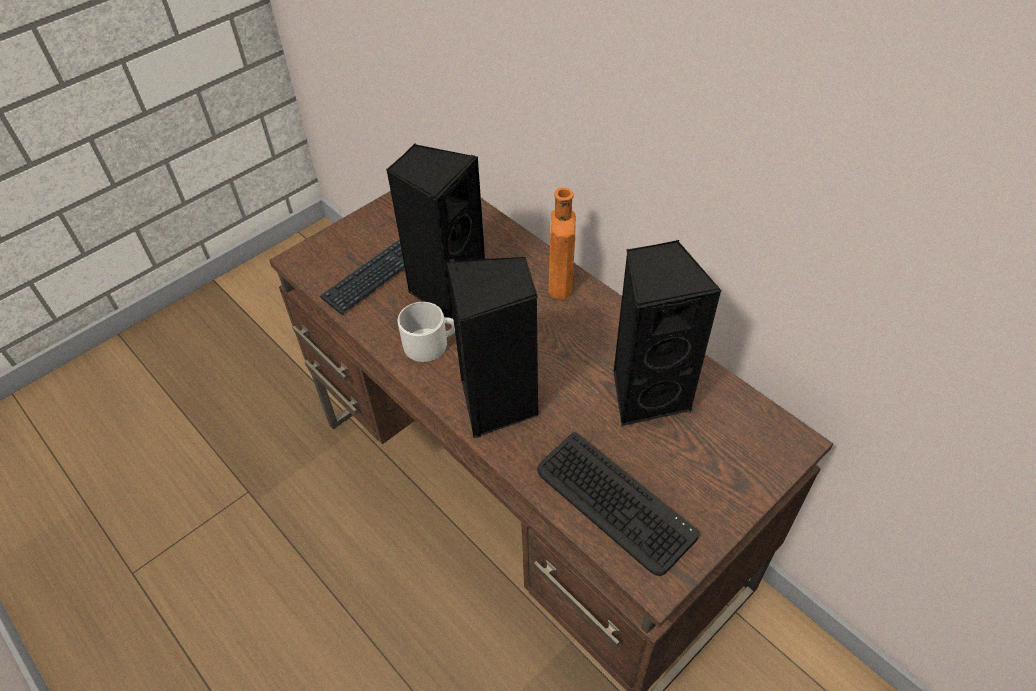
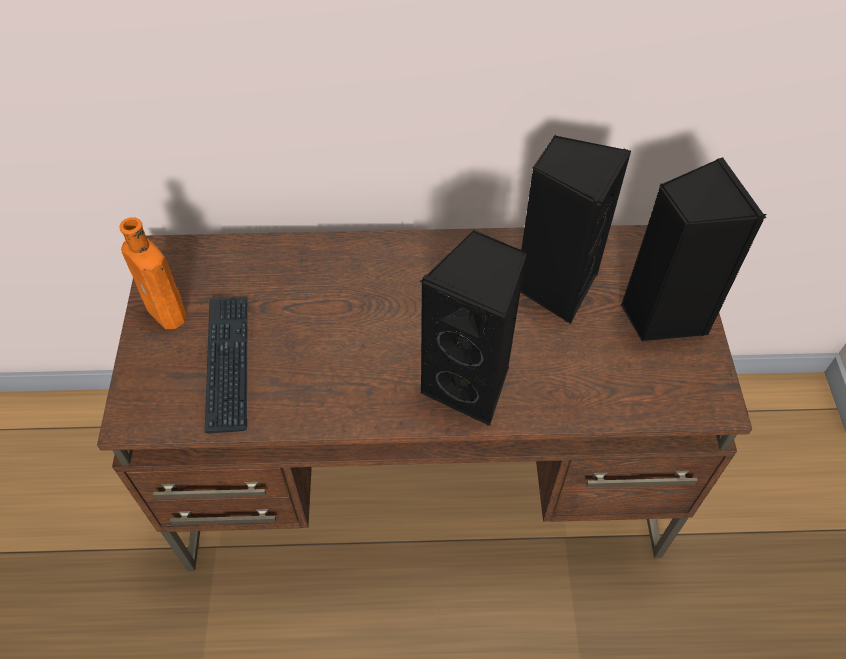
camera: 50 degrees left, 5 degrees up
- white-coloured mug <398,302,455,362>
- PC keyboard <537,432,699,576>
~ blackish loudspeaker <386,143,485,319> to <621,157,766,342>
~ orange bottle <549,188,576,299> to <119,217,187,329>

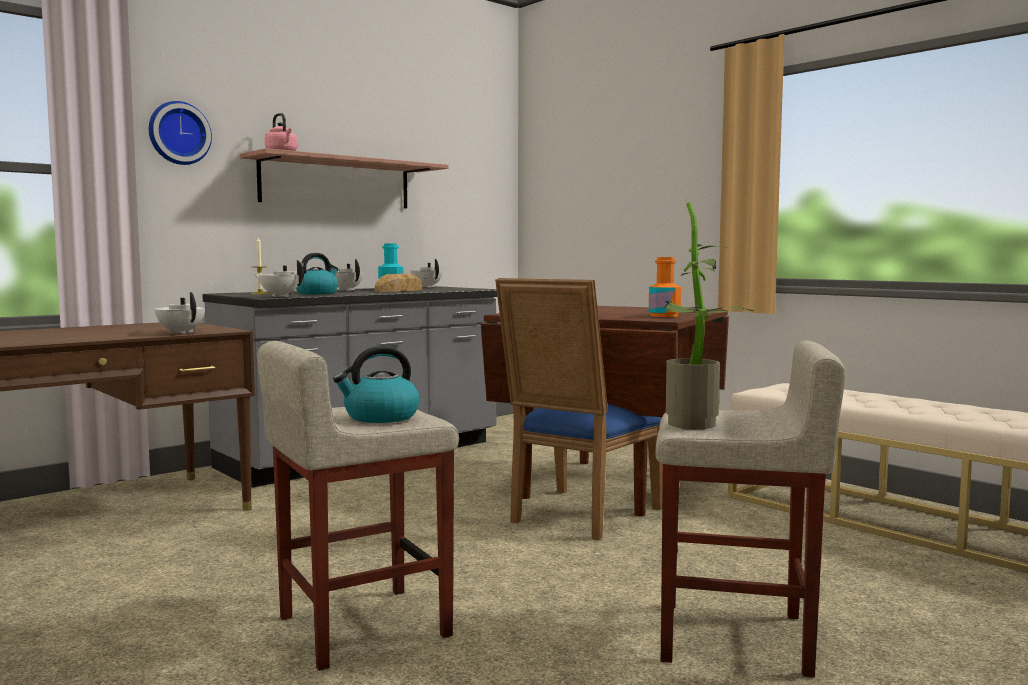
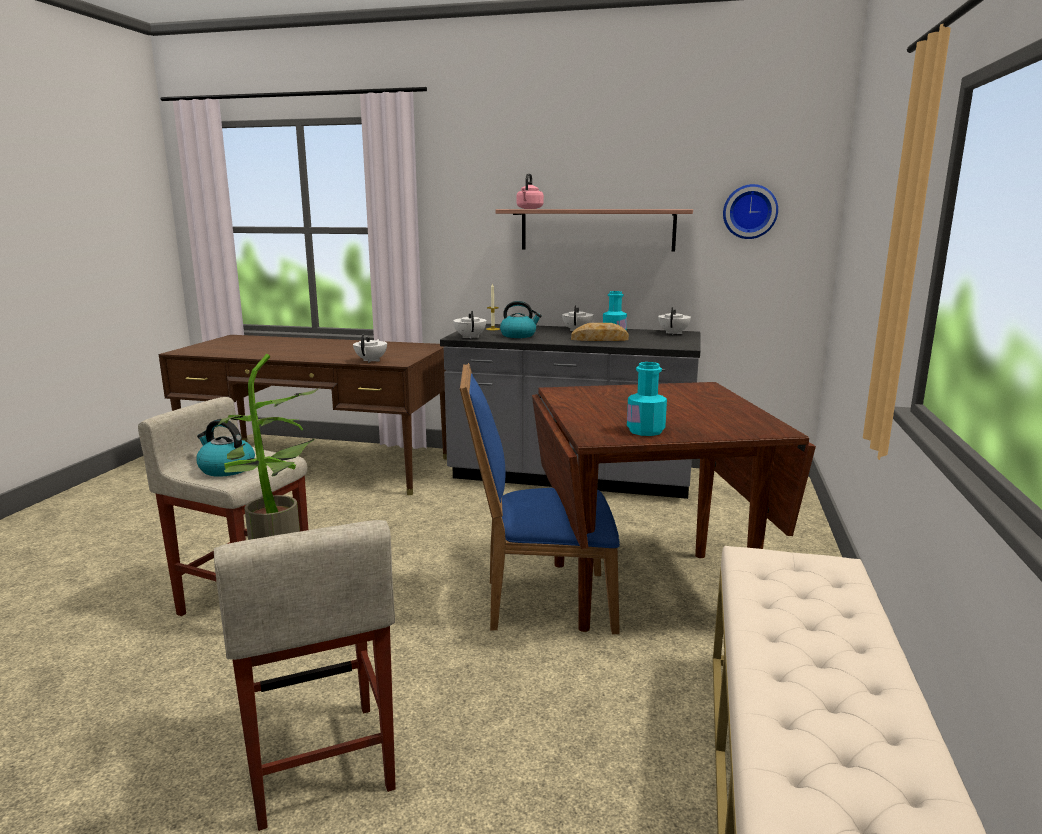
camera: 55 degrees right, 10 degrees up
~ clock on the wall <149,101,212,165> to <723,184,778,239>
~ orange bottle <649,257,681,317> to turquoise-coloured bottle <627,362,667,436>

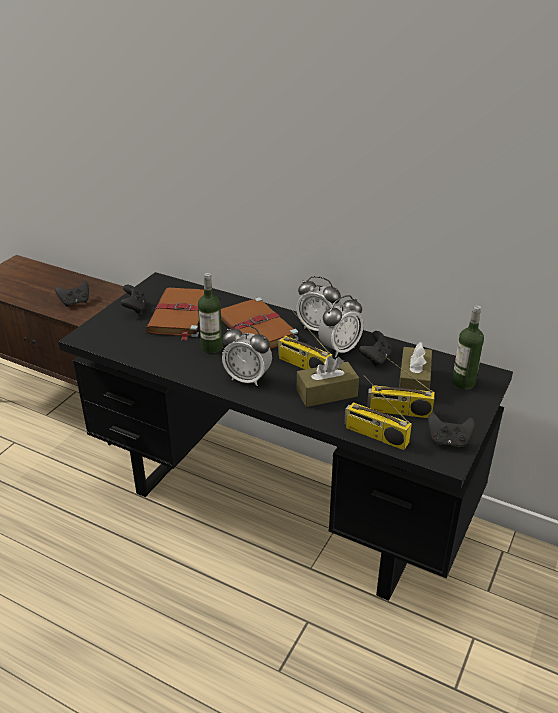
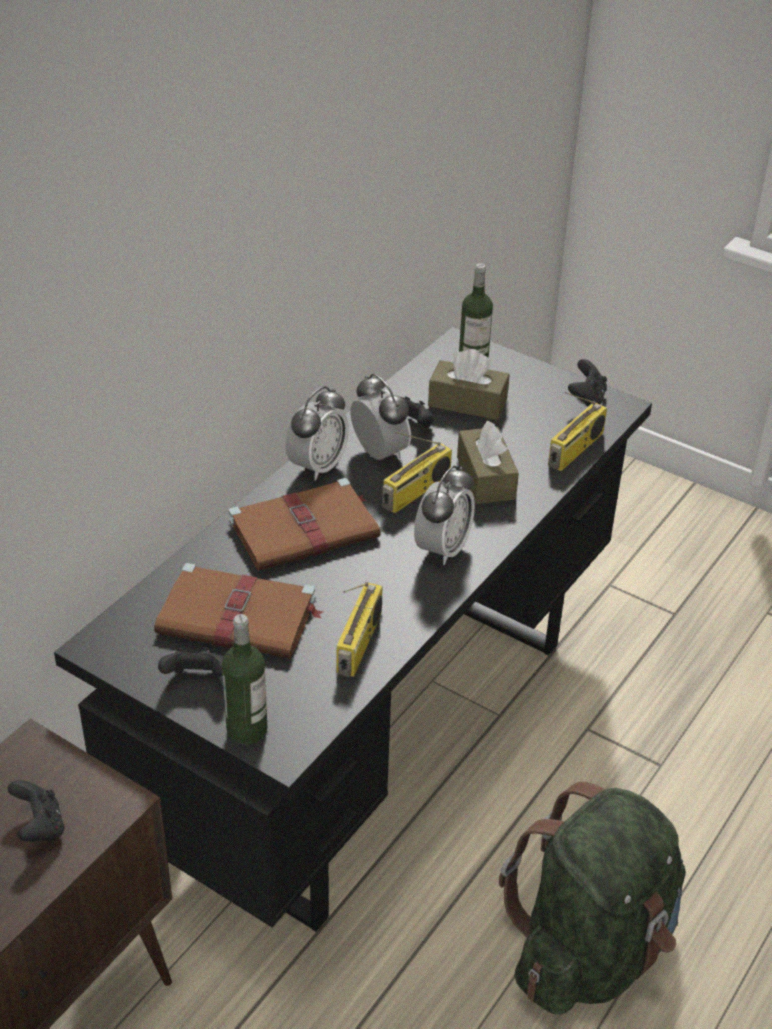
camera: 85 degrees left, 5 degrees up
+ green rucksack <499,782,686,1014>
~ bottle <198,273,223,353> to <222,614,267,744>
~ radio <367,356,435,418> to <336,582,383,677>

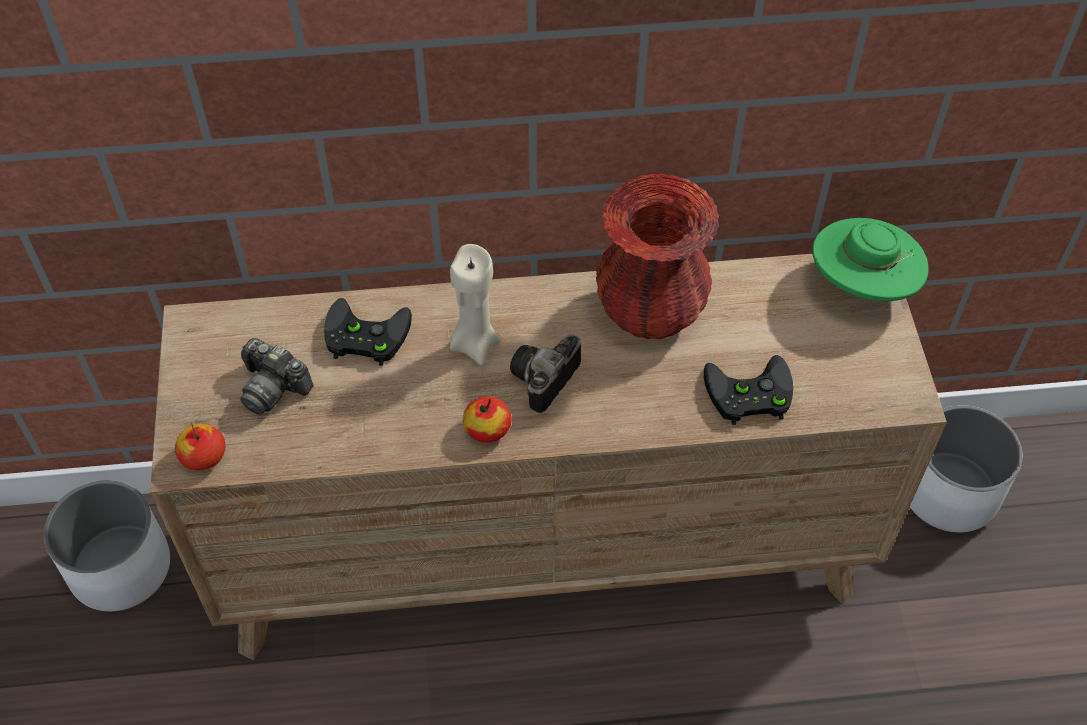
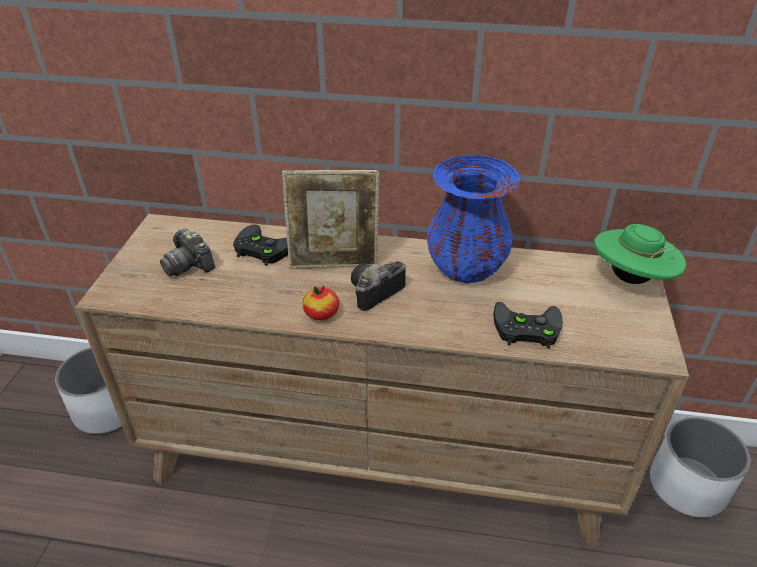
camera: 15 degrees right, 15 degrees down
- apple <175,423,226,470>
~ sand-coloured wax light <450,244,500,366> to picture frame <282,170,380,269>
~ red-coloured flower vase <596,174,719,339> to blue-coloured flower vase <426,155,521,284>

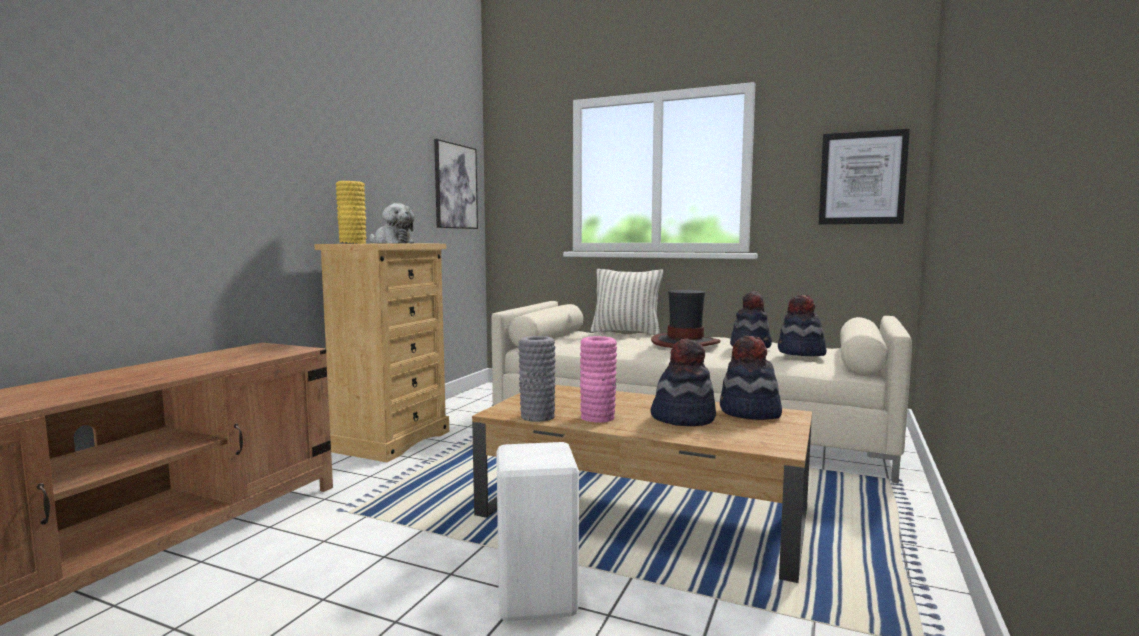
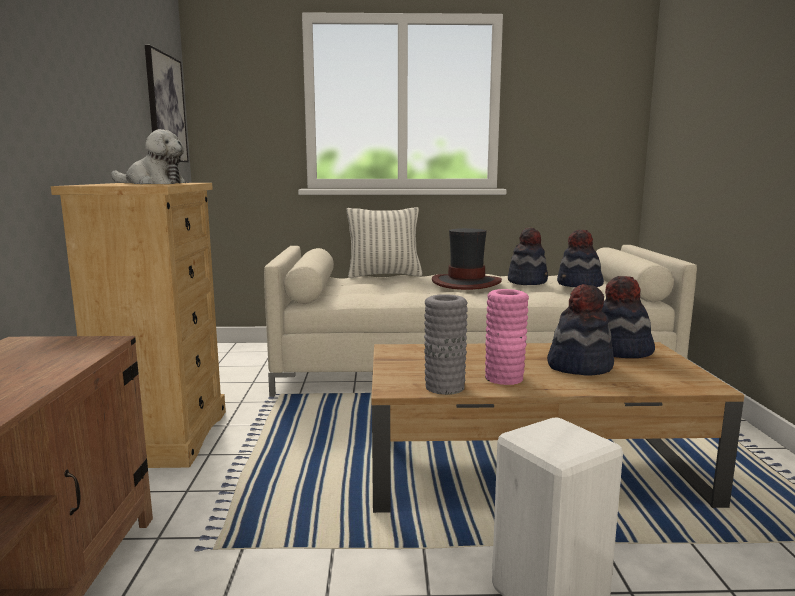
camera: 25 degrees left, 5 degrees up
- yellowish flower vase <336,181,366,244>
- picture <819,128,910,224>

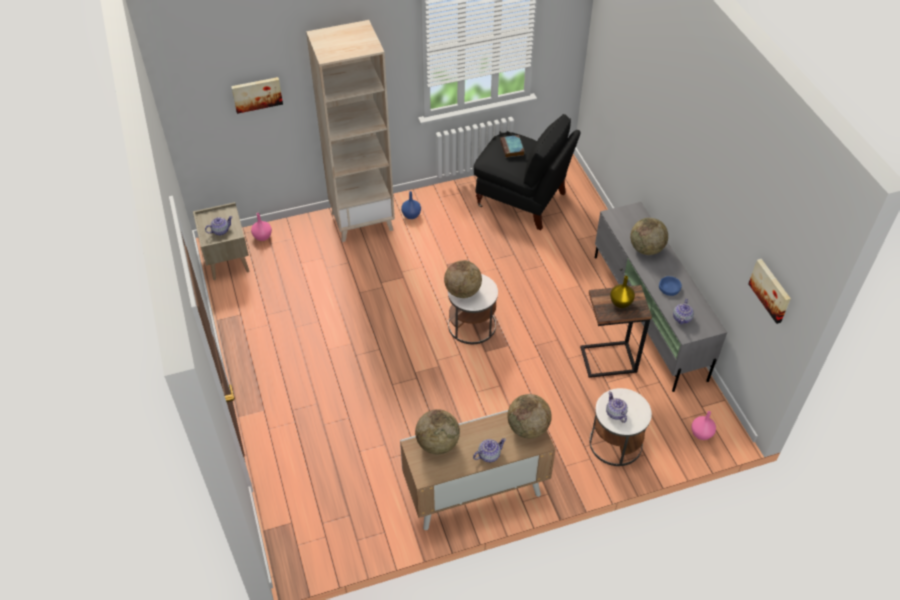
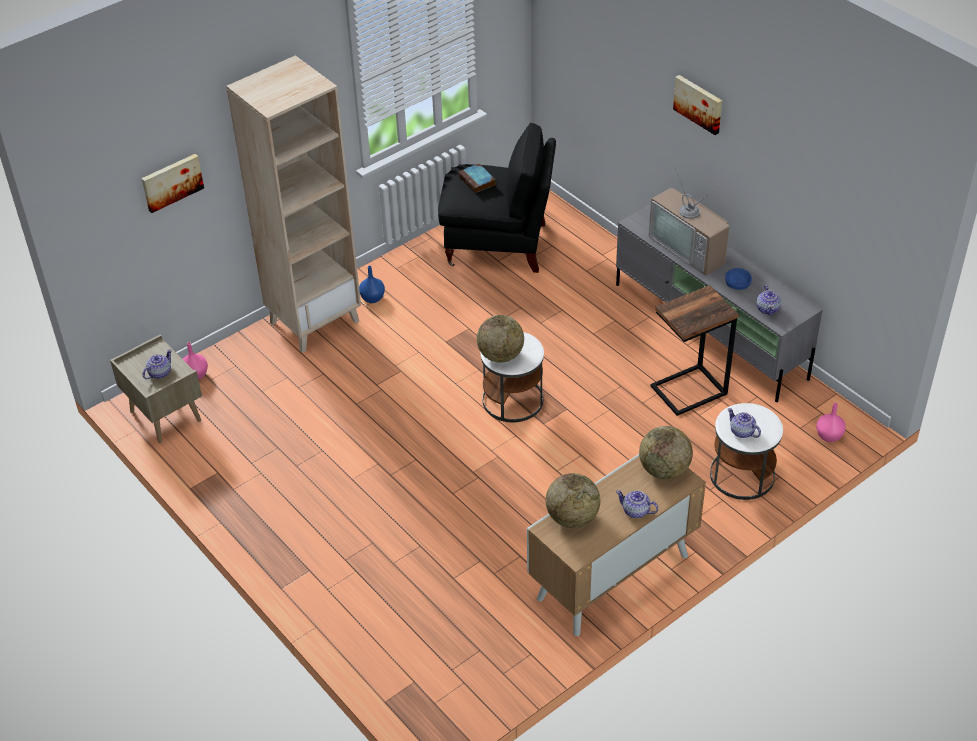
camera: 20 degrees left, 5 degrees down
- yellowish flower vase <610,276,635,308>
~ picture <748,259,791,324> to <673,75,722,135>
~ globe <630,218,668,255> to television <649,167,730,276>
~ pot for tea <473,438,506,462> = <616,490,659,518> 105 degrees counterclockwise

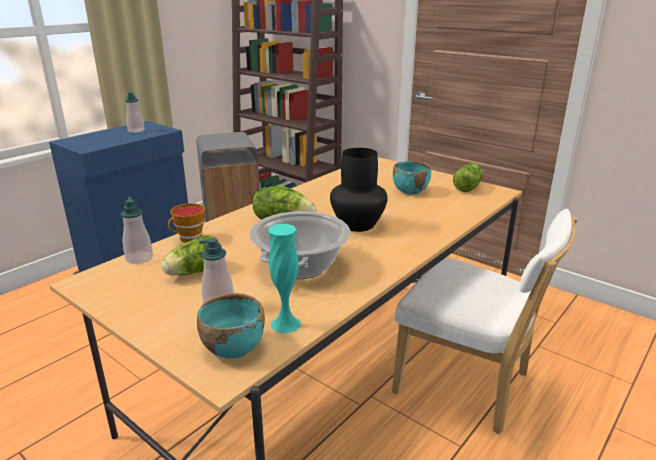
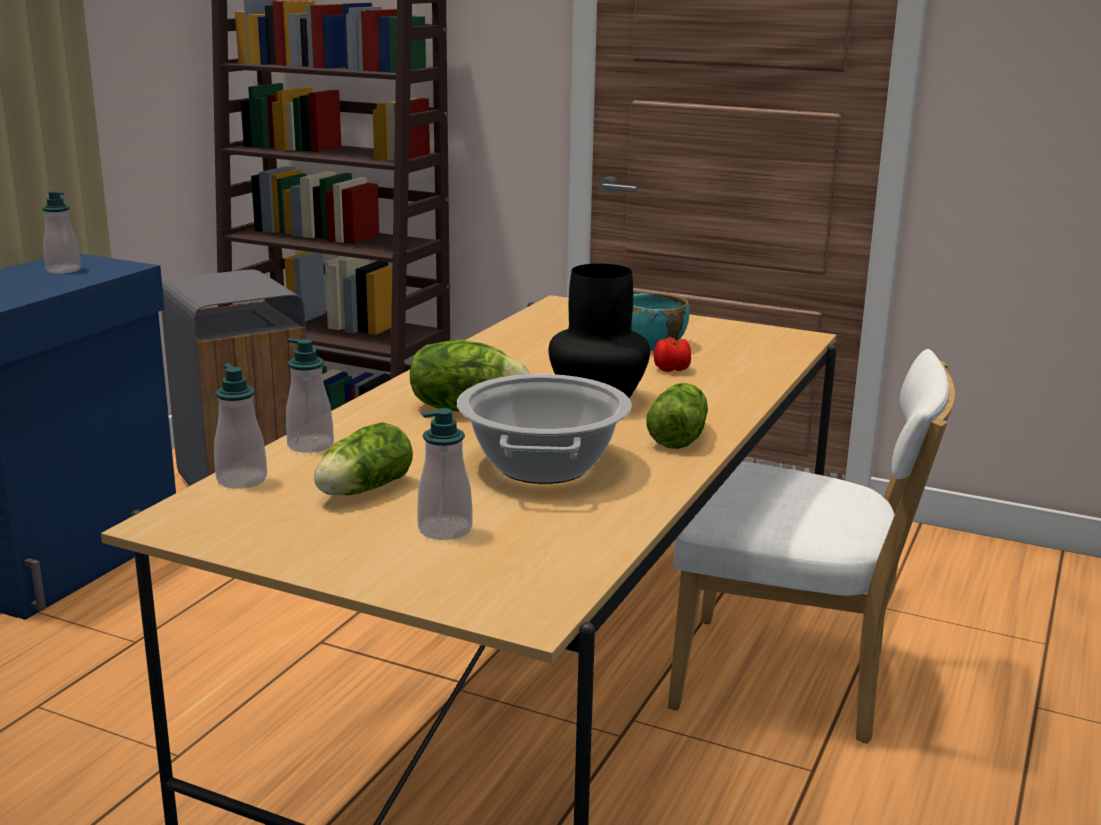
camera: 15 degrees left, 5 degrees down
- turquoise-coloured deep dish <197,293,265,359>
- turquoise-coloured flower vase <268,224,301,334>
+ whole tomato <654,337,691,372>
~ head of lettuce <453,164,483,192> to <646,383,708,449>
~ drinking cup <168,203,205,243> to liquid soap bottle <286,338,334,453>

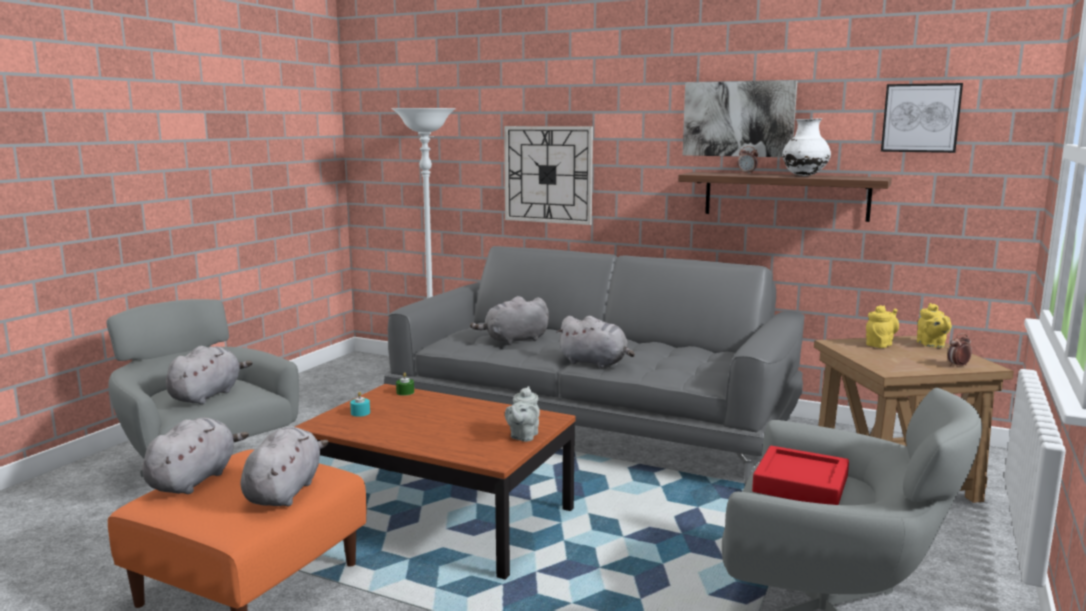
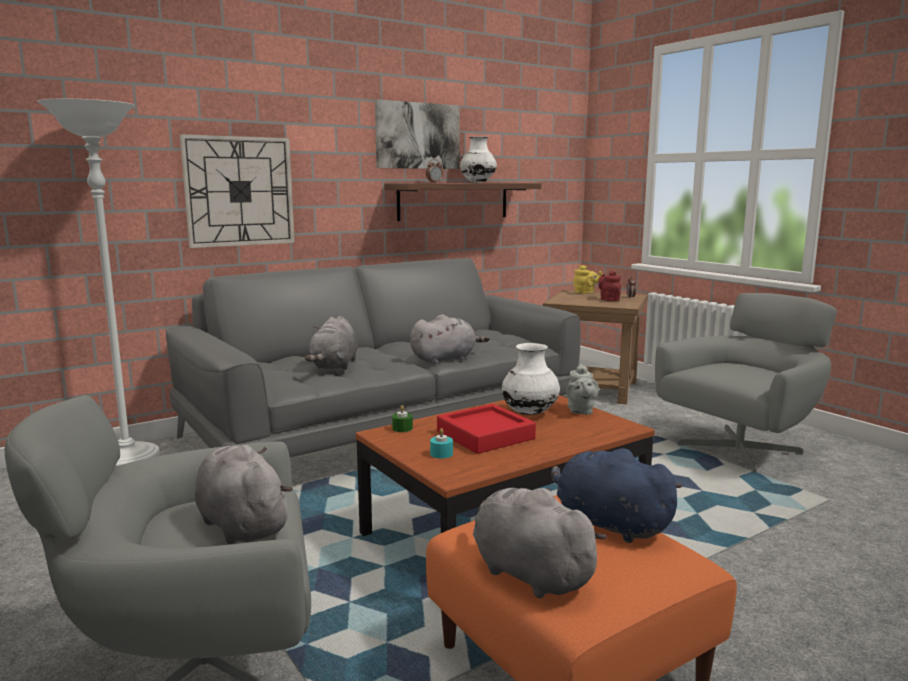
camera: 60 degrees left, 0 degrees up
- yellowish pot for tea <866,305,899,348>
- picture <881,83,963,153>
+ white-coloured flower vase <502,343,560,415>
+ red-coloured pot for tea <598,271,621,301>
~ red-coloured carrying tray <752,446,849,505> to <437,404,536,454>
~ gray cuddly toy <241,427,329,506> to blue-coloured cuddly toy <551,448,683,543>
~ gray pot for tea <505,386,540,442> = <566,364,599,415> 45 degrees clockwise

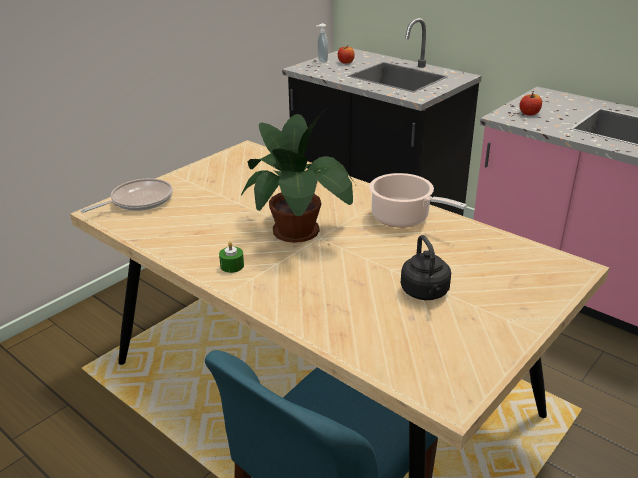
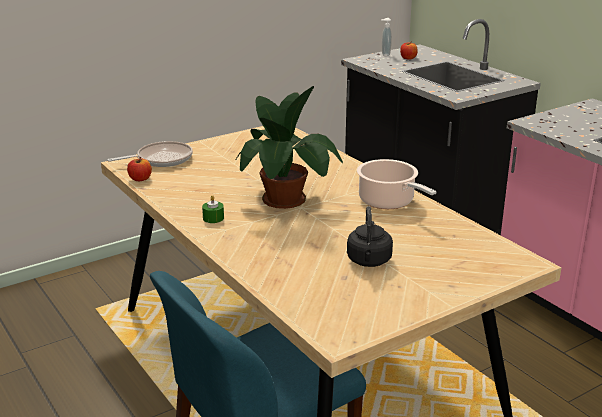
camera: 15 degrees right, 5 degrees down
~ apple <519,92,542,115> to <127,157,152,181>

